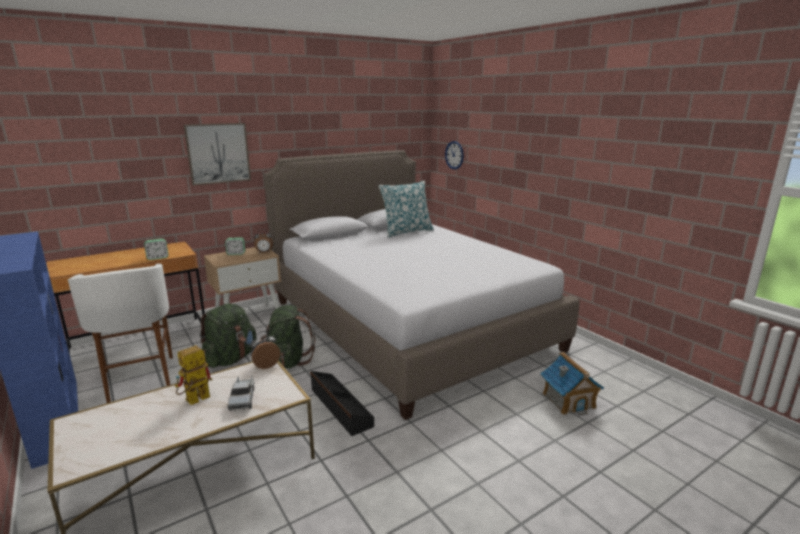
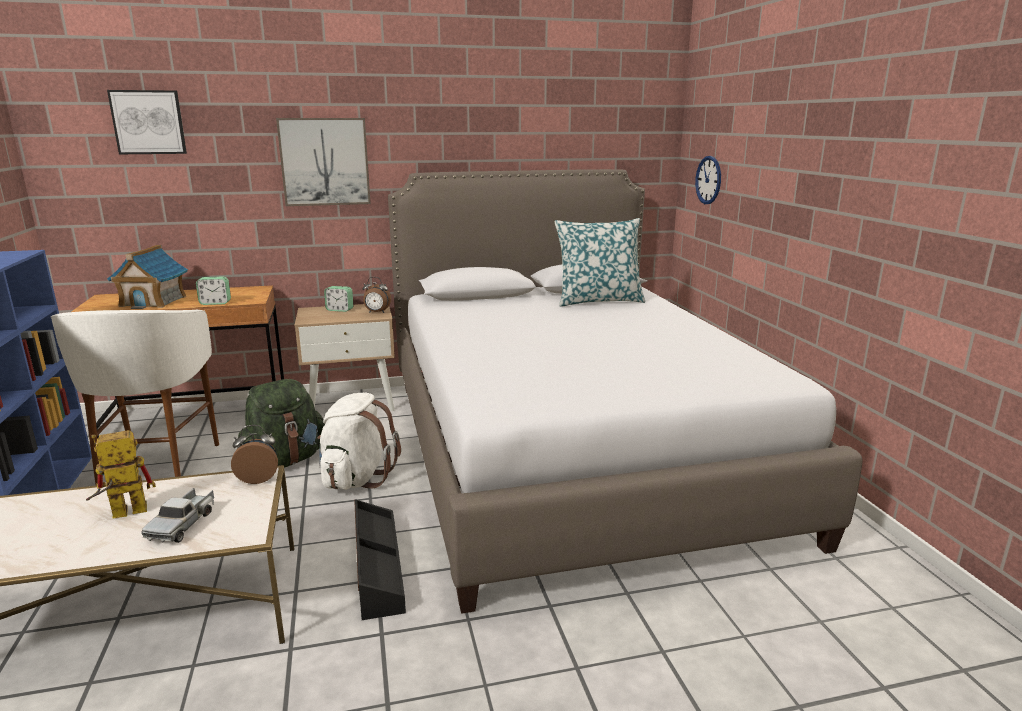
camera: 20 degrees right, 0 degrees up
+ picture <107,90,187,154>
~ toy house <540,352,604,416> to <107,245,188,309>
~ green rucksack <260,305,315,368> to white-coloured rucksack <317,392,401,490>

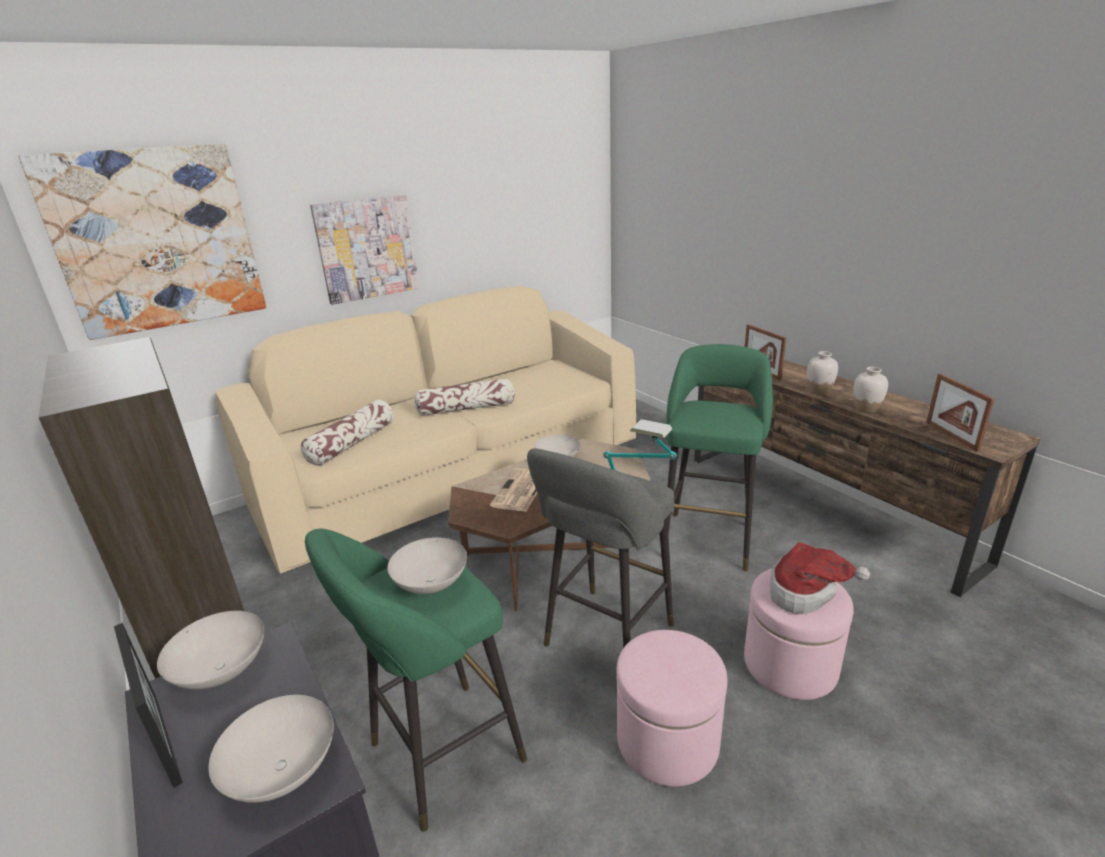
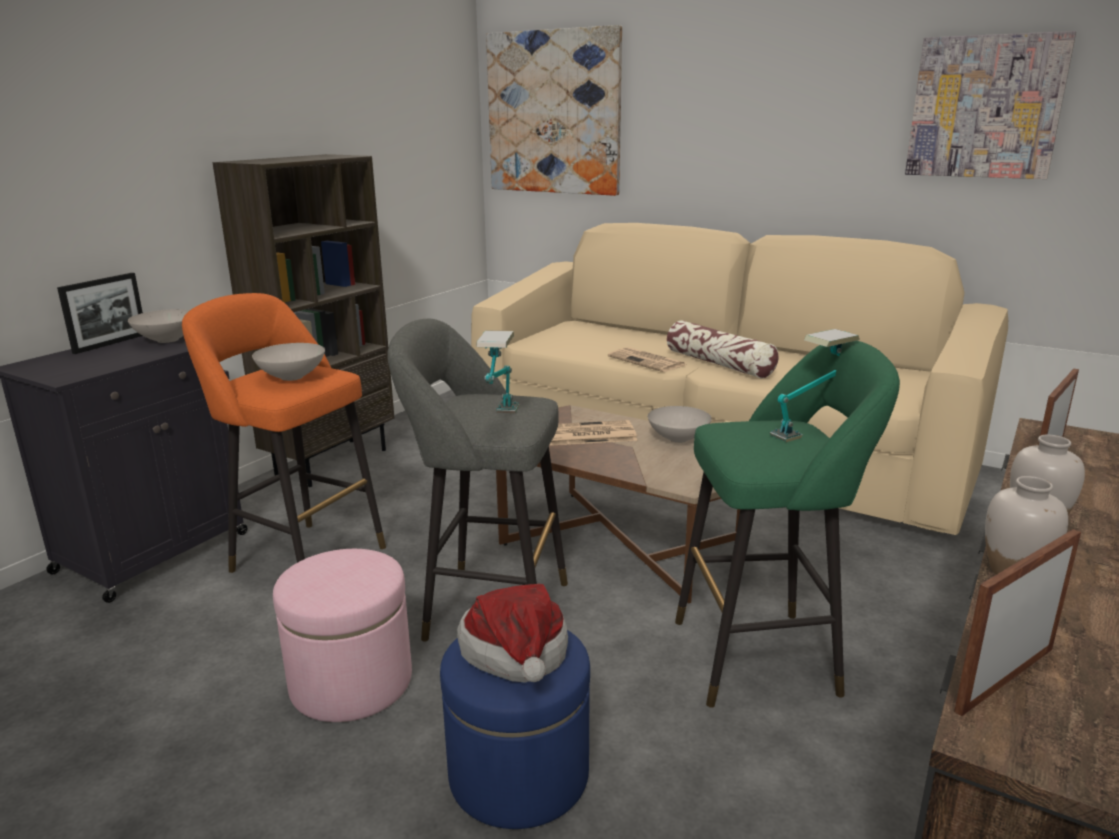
camera: 65 degrees right, 5 degrees down
- white-coloured deep dish <209,695,334,803>
- pillow <301,400,394,466>
+ newspaper <608,347,686,372>
+ tabletop lamp <770,329,860,442>
~ picture <310,195,419,305> to <905,31,1076,179>
~ green stool seat <305,528,527,832> to orange stool seat <182,293,386,573>
~ pinkish footrest <744,568,854,700> to blue-coloured footrest <440,630,590,829>

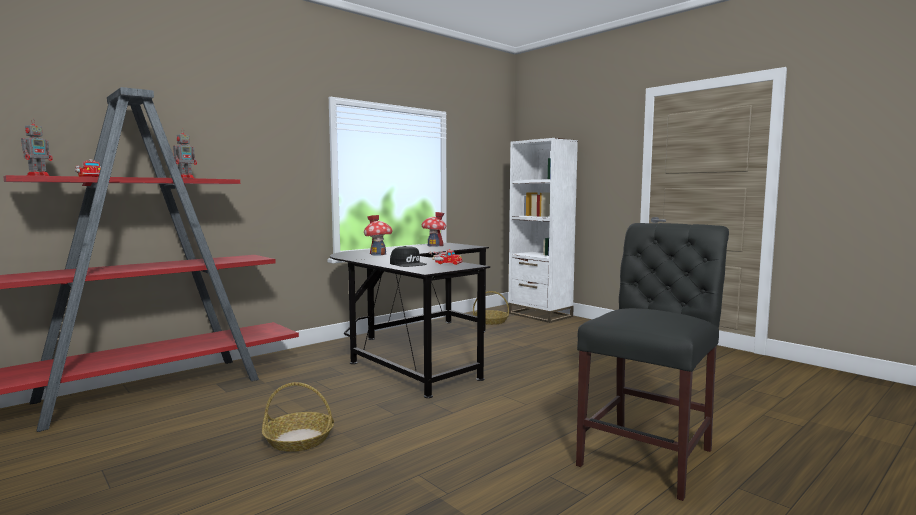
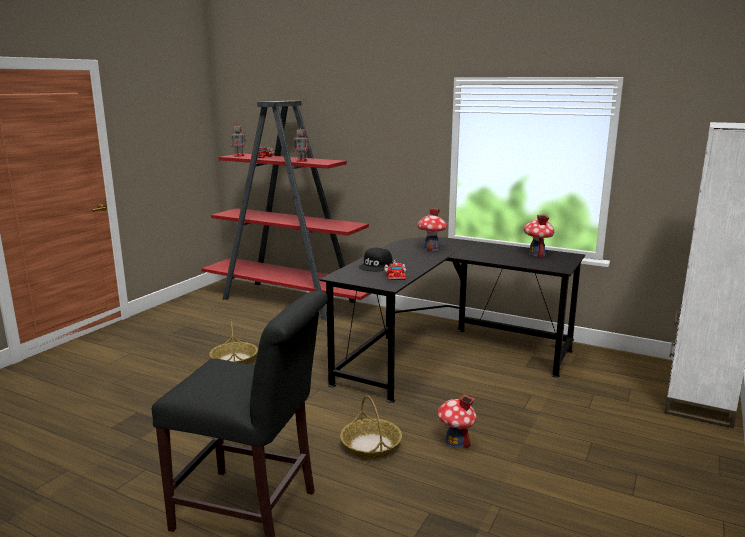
camera: 70 degrees right, 10 degrees up
+ toy house <438,394,477,448>
~ household basket <473,291,509,325> to <340,395,402,459>

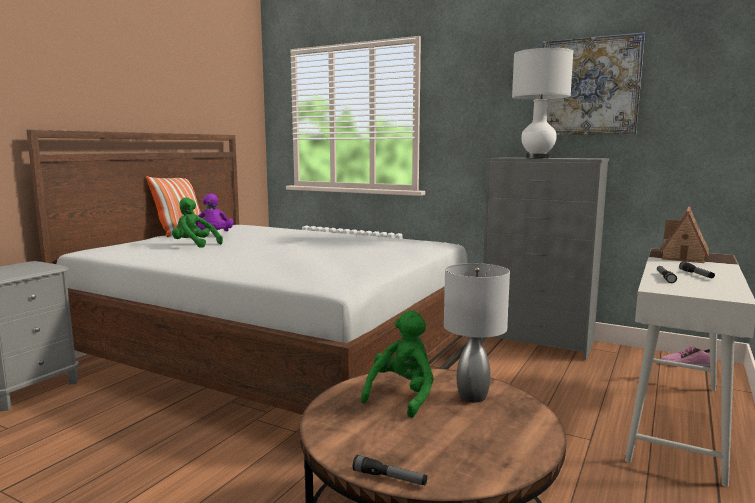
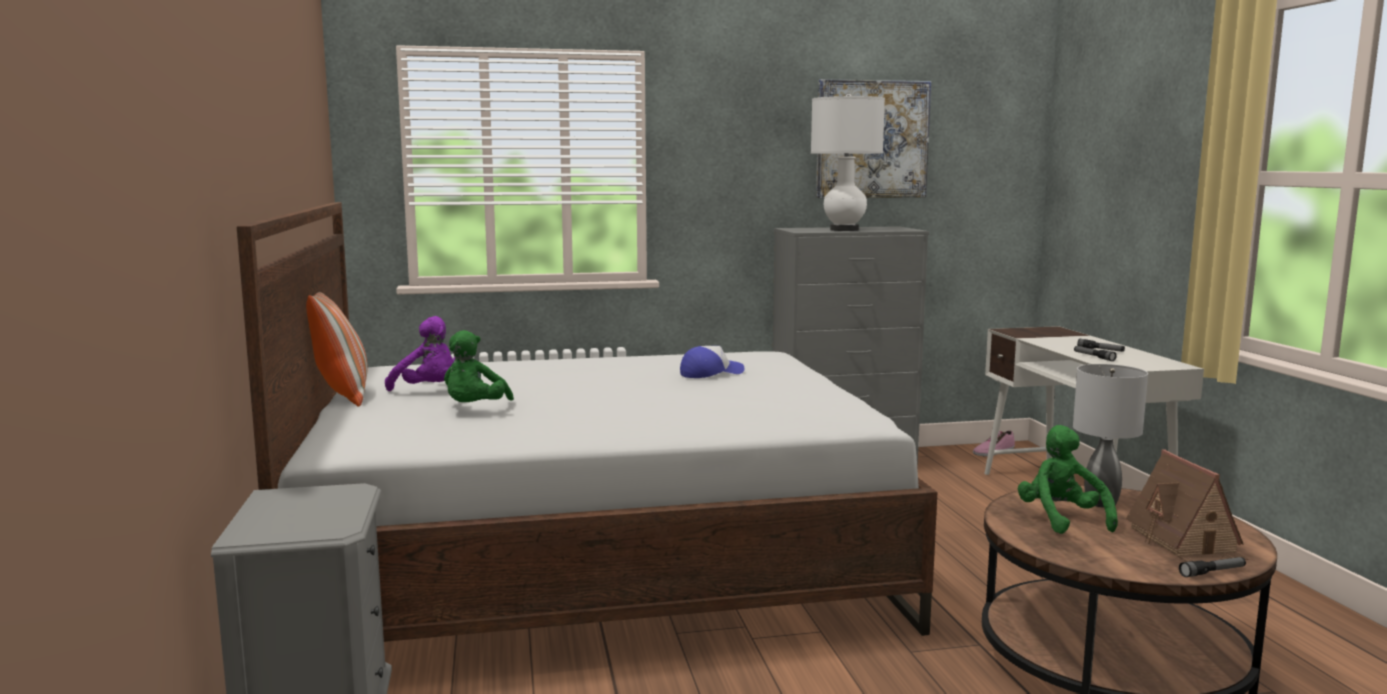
camera: 40 degrees left, 0 degrees up
+ baseball cap <680,346,745,378>
~ toy house <659,206,709,263> to <1126,449,1249,562>
~ green cuddly toy <172,197,223,248> = <444,330,514,402> 60 degrees counterclockwise

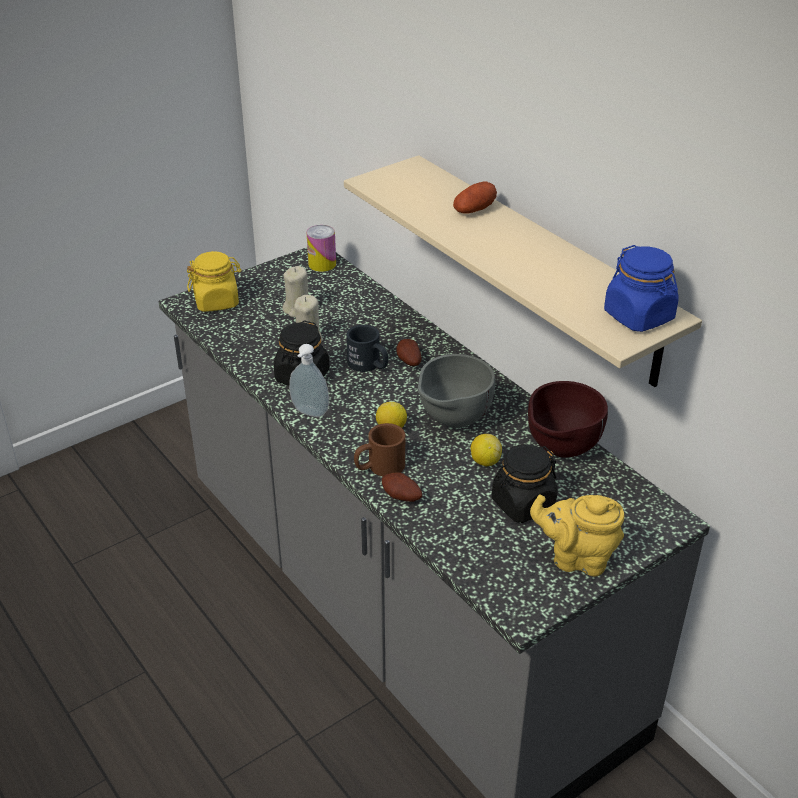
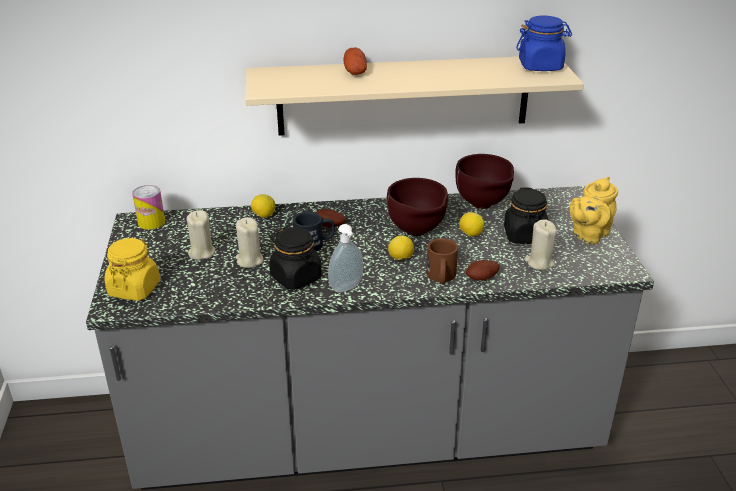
camera: 60 degrees left, 5 degrees down
+ lemon <251,194,275,218>
+ sand-coloured wax light <524,219,557,270>
~ gray deep dish <418,354,495,428> to brown-coloured deep dish <387,178,448,236>

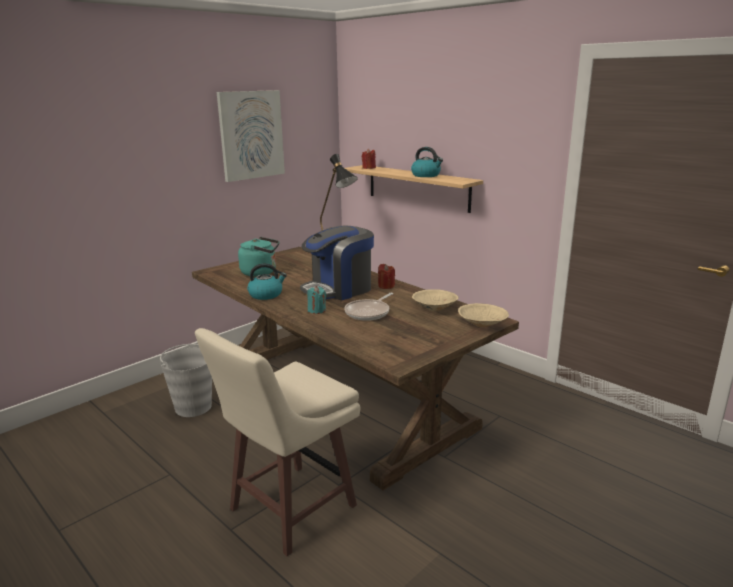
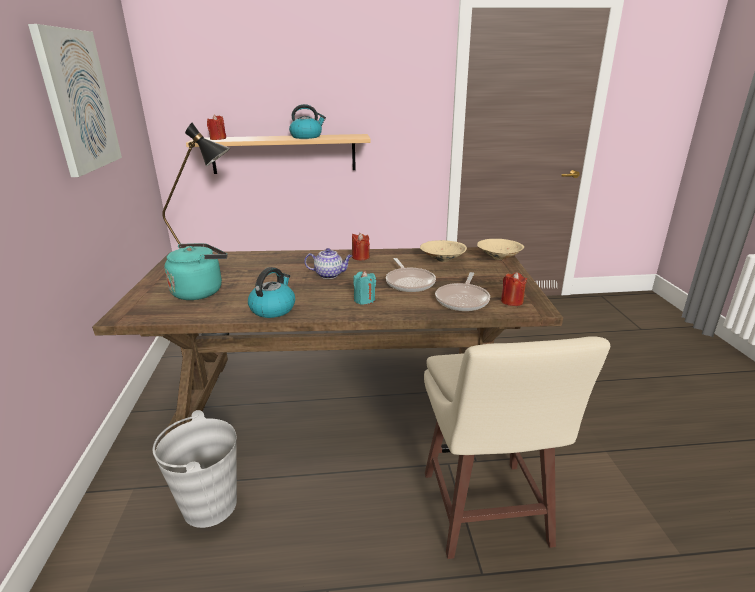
camera: 50 degrees left, 5 degrees up
+ frying pan <435,272,490,311>
+ red-coloured wax light <501,272,527,306>
~ coffee machine <300,226,374,300> to pot for tea <304,248,352,279>

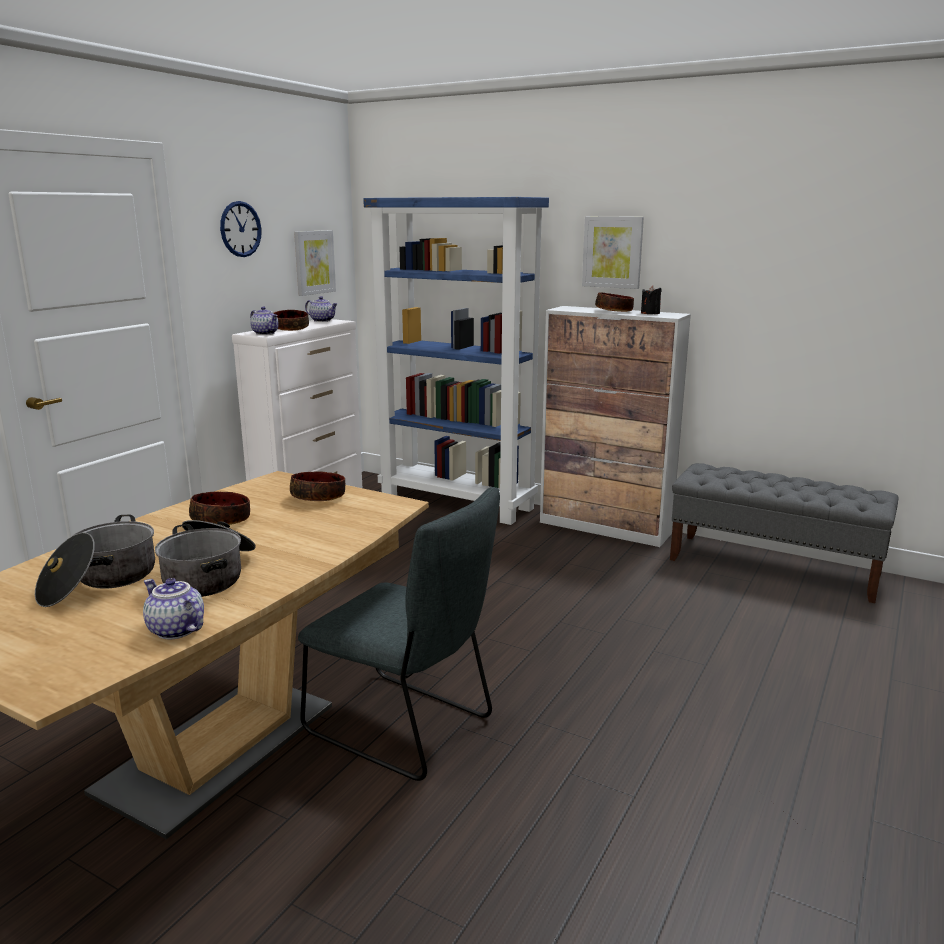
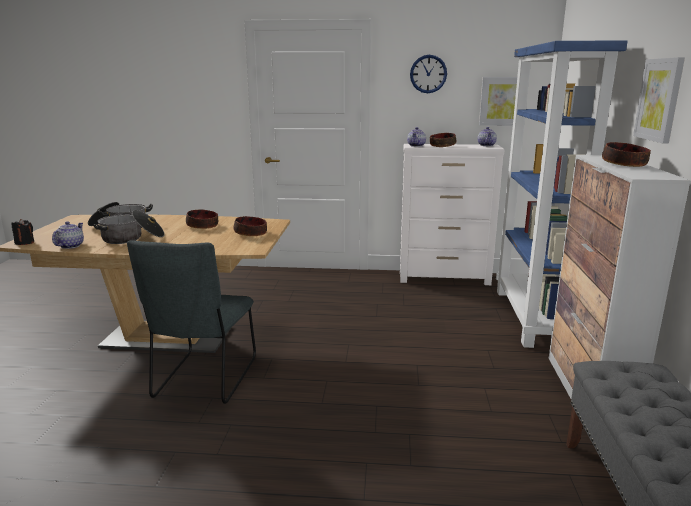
camera: 65 degrees right, 0 degrees up
~ blackish wax light <641,285,662,314> to <12,219,34,245>

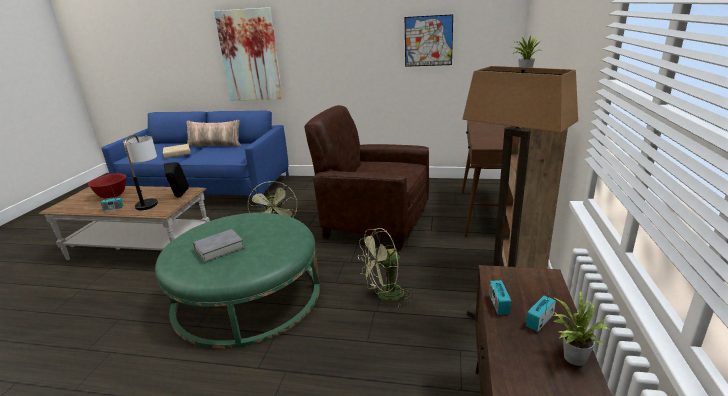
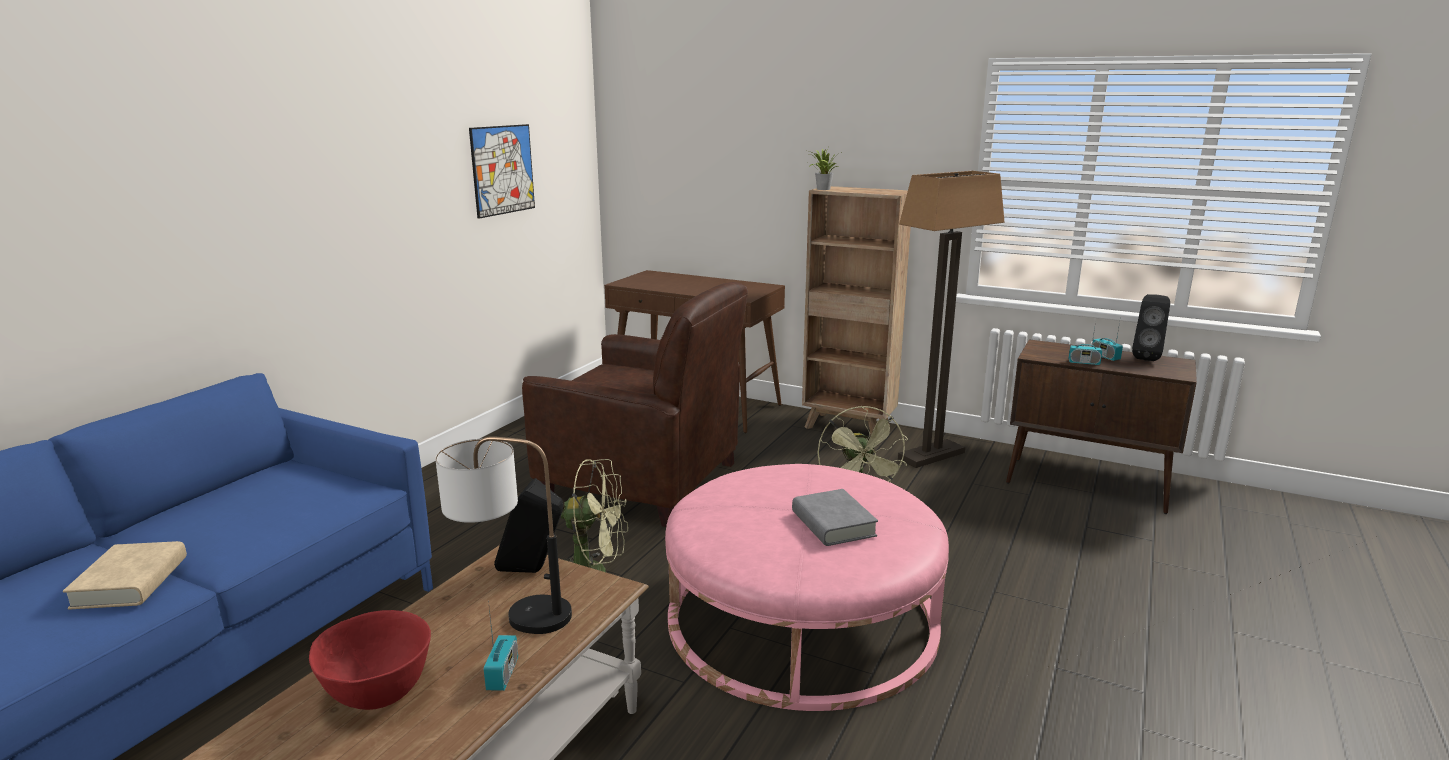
camera: 75 degrees left, 5 degrees down
- pillow <186,120,241,147>
- picture <214,7,283,100>
~ potted plant <552,291,611,366> to blackish loudspeaker <1132,294,1170,361>
~ green footrest <155,212,320,349> to pinkish footrest <665,464,949,711>
~ brown-coloured easy chair <304,105,429,250> = <522,282,748,527> 105 degrees counterclockwise

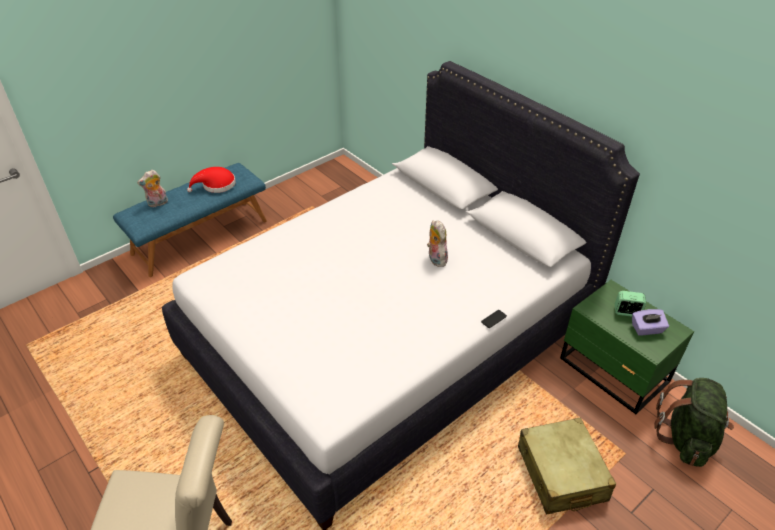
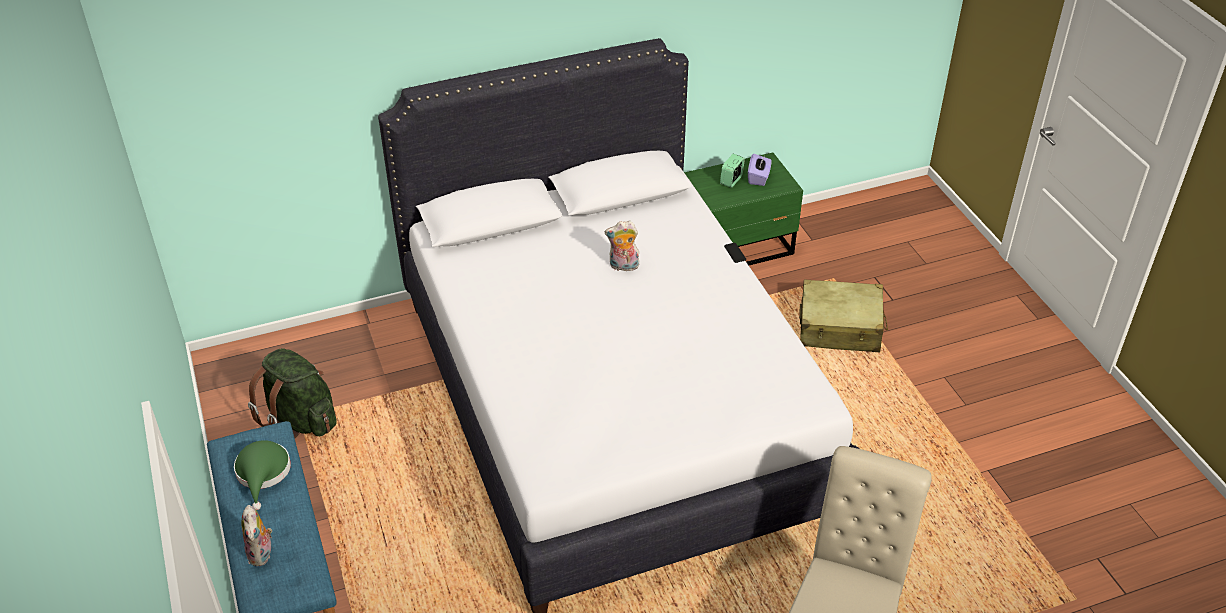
camera: 70 degrees left, 0 degrees up
~ green rucksack <654,378,734,467> to <248,348,337,438>
~ red-coloured hat <187,167,236,193> to green hat <234,440,291,510>

